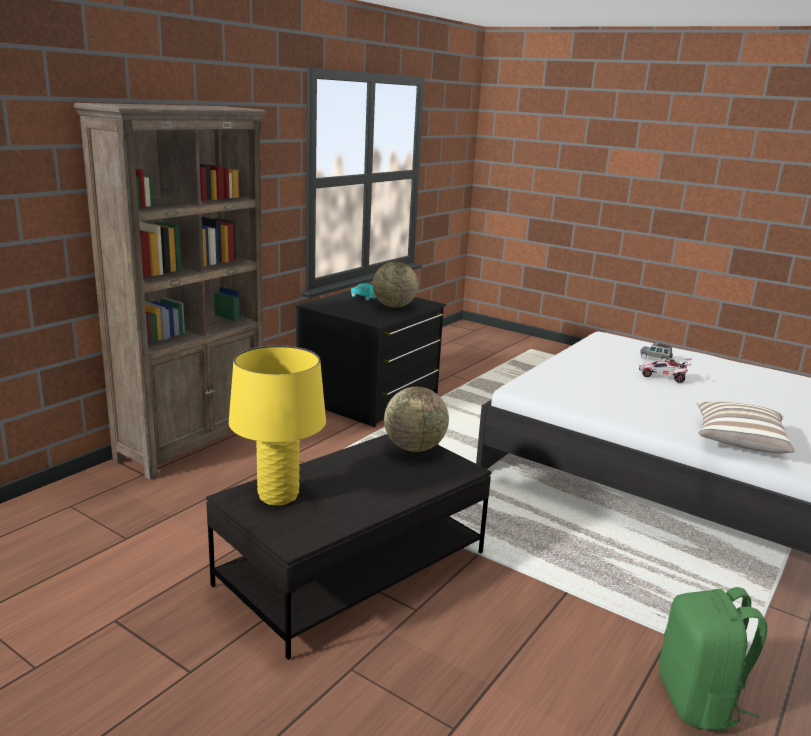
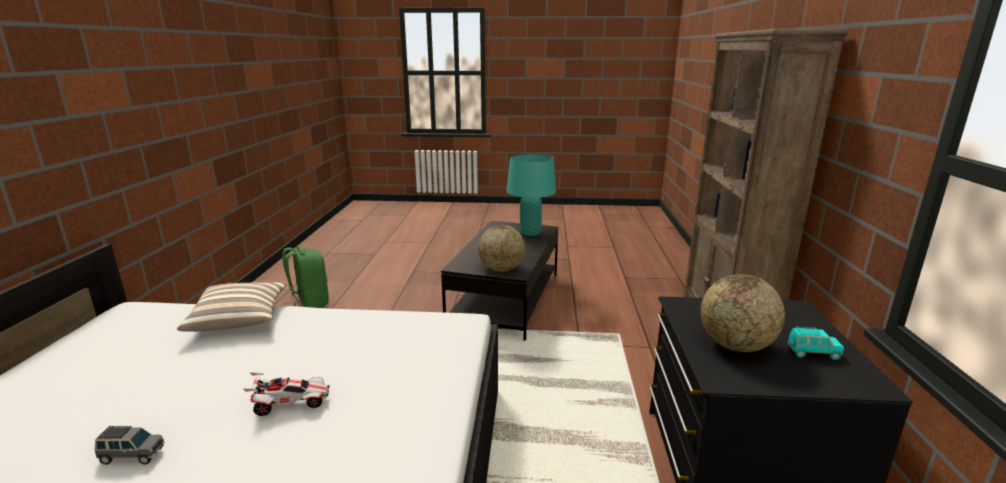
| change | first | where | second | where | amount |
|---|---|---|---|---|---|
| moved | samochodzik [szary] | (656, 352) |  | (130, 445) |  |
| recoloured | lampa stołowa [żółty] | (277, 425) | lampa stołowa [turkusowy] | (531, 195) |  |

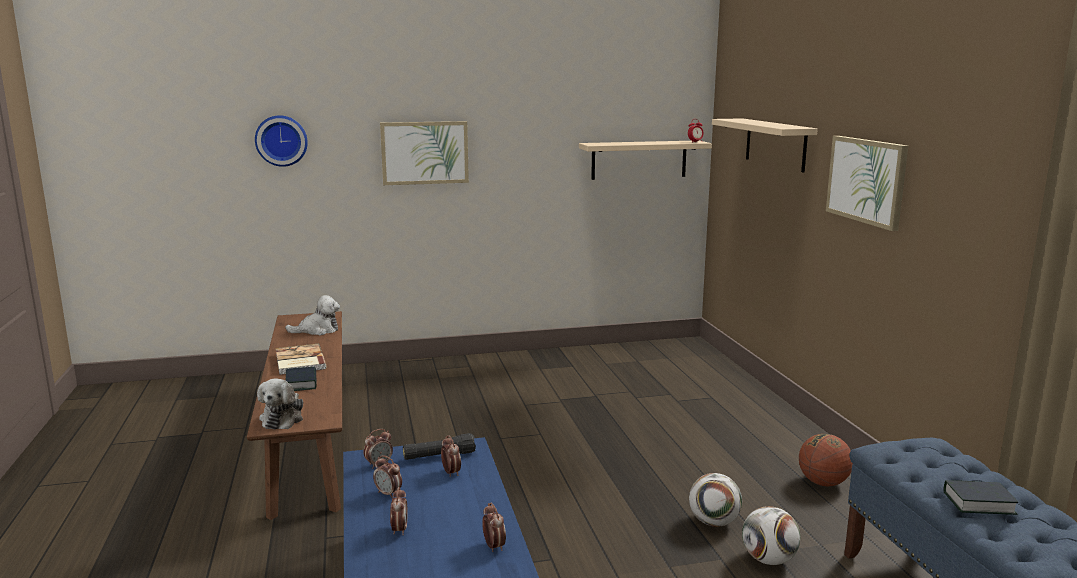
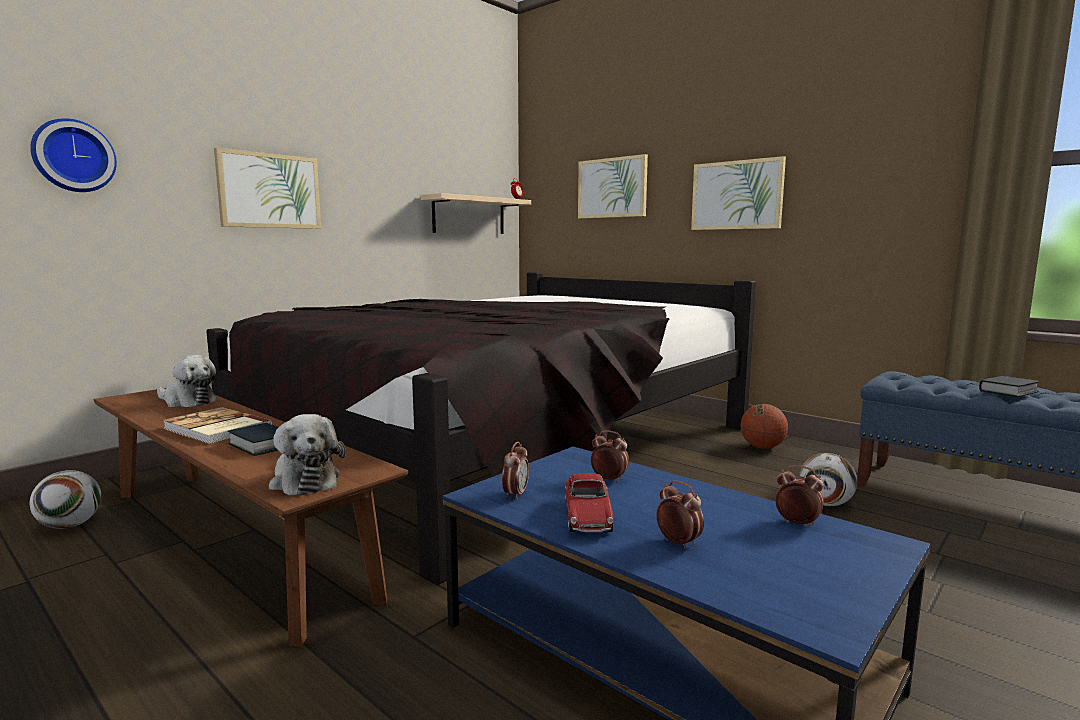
| change | first | where | second | where | amount |
|---|---|---|---|---|---|
| removed | latarka [czarny] | (439, 446) |  |  |  |
| added |  |  | łóżko [czarny] | (481, 428) |  |
| moved | piłka futbolowa | (715, 500) |  | (65, 499) |  |
| replaced | budzik | (387, 476) | samochodzik | (589, 502) |  |
| replaced | półka [beżowy] | (765, 145) | obraz | (613, 186) |  |
| turned | pluszak | (312, 315) |  | (187, 381) | 75 degrees clockwise |

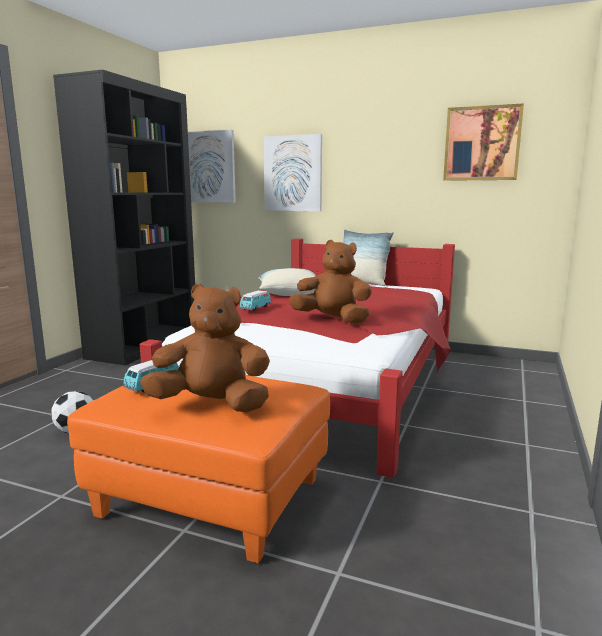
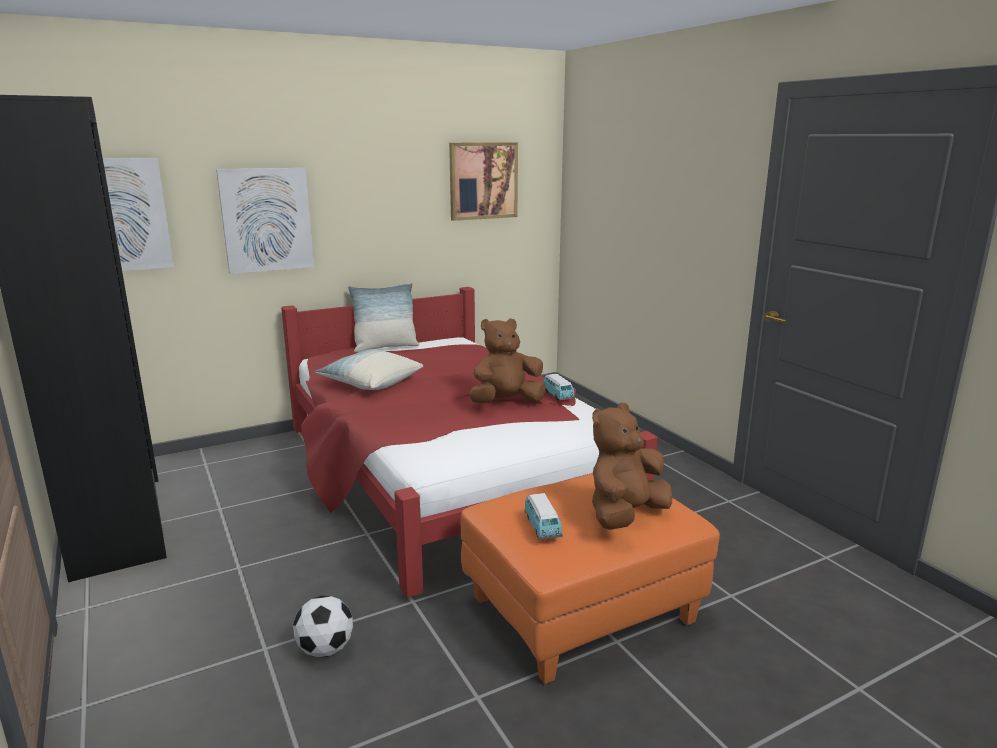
| change | first | where | second | where | amount |
|---|---|---|---|---|---|
| moved | samochodzik | (255, 300) |  | (559, 387) |  |

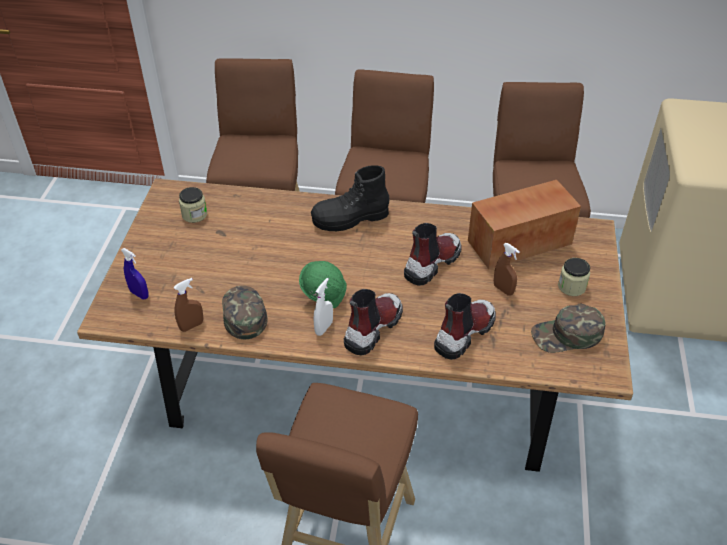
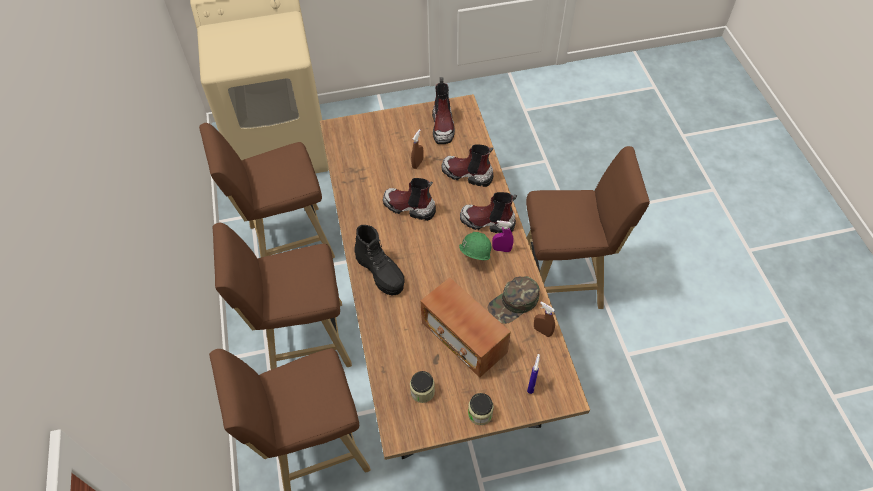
| change | first | where | second | where | amount |
|---|---|---|---|---|---|
| moved | radio | (524, 224) |  | (465, 327) |  |
| moved | słoik | (574, 277) |  | (481, 409) |  |
| replaced | czapka z daszkiem [zielony] | (568, 328) | but z cholewką | (443, 110) |  |
| recoloured | spryskiwacz [biały] | (323, 307) | spryskiwacz [fioletowy] | (503, 236) |  |

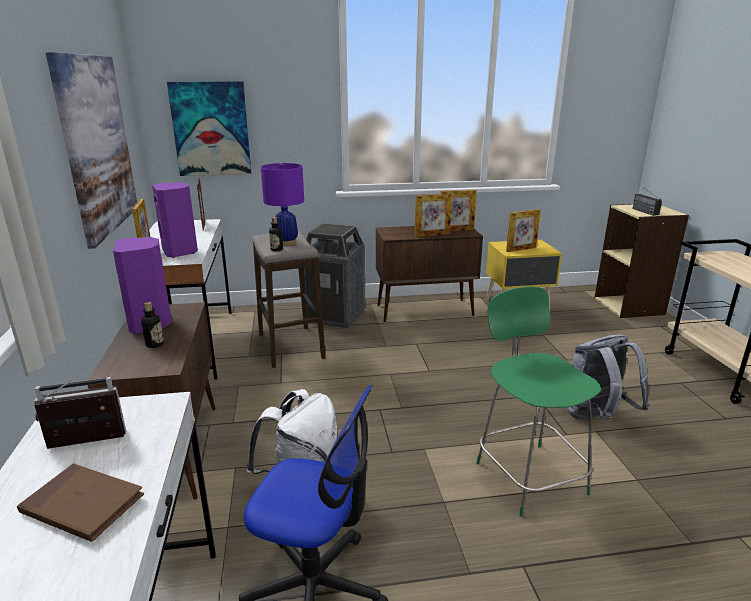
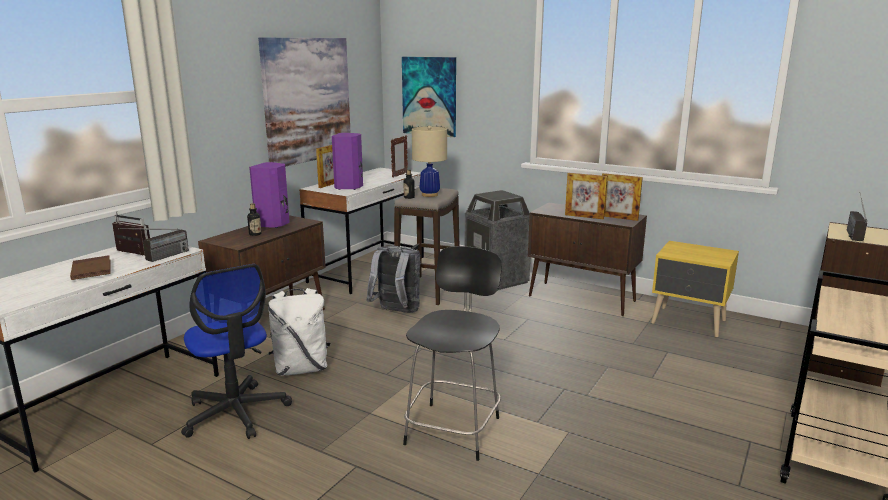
| change | first | where | second | where | amount |
|---|---|---|---|---|---|
| removed | ramka na zdjęcie | (523, 230) |  |  |  |
| added |  |  | radio | (153, 245) |  |
| moved | plecak [szary] | (608, 378) |  | (393, 279) |  |
| recoloured | lampa stołowa [fioletowy] | (282, 204) | lampa stołowa [beżowy] | (429, 161) |  |
| recoloured | krzesło [zielony] | (538, 402) | krzesło [czarny] | (452, 353) |  |

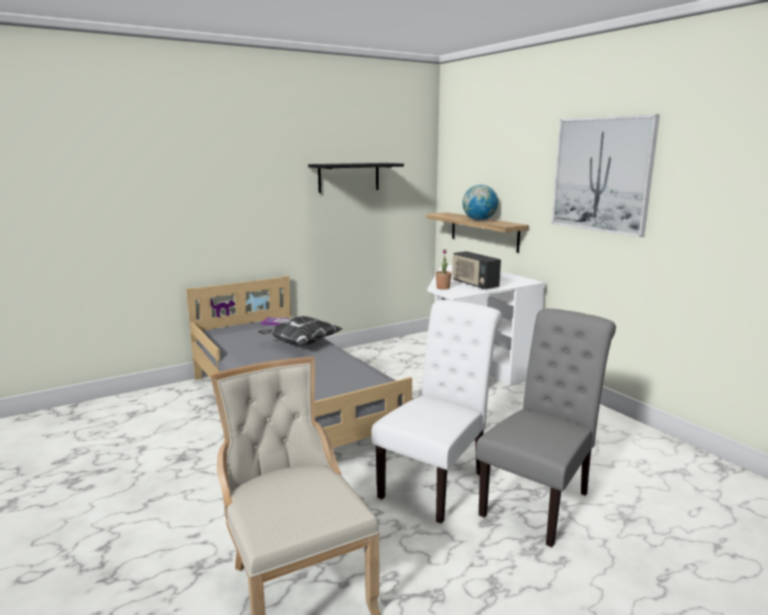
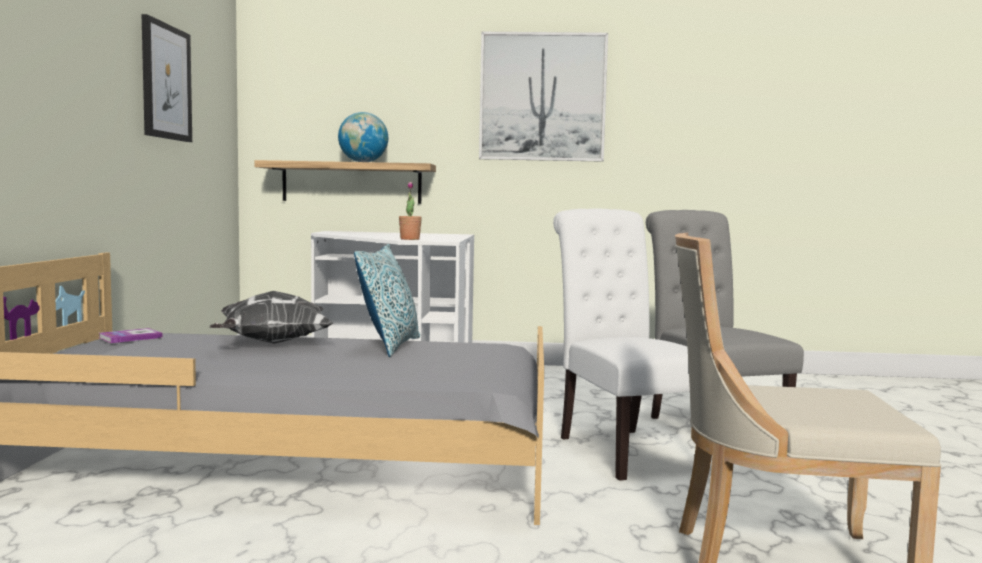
| change | first | where | second | where | amount |
|---|---|---|---|---|---|
| removed | radio | (476, 270) |  |  |  |
| added |  |  | poduszka | (387, 300) |  |
| replaced | półka [czarny] | (356, 178) | obraz | (166, 78) |  |

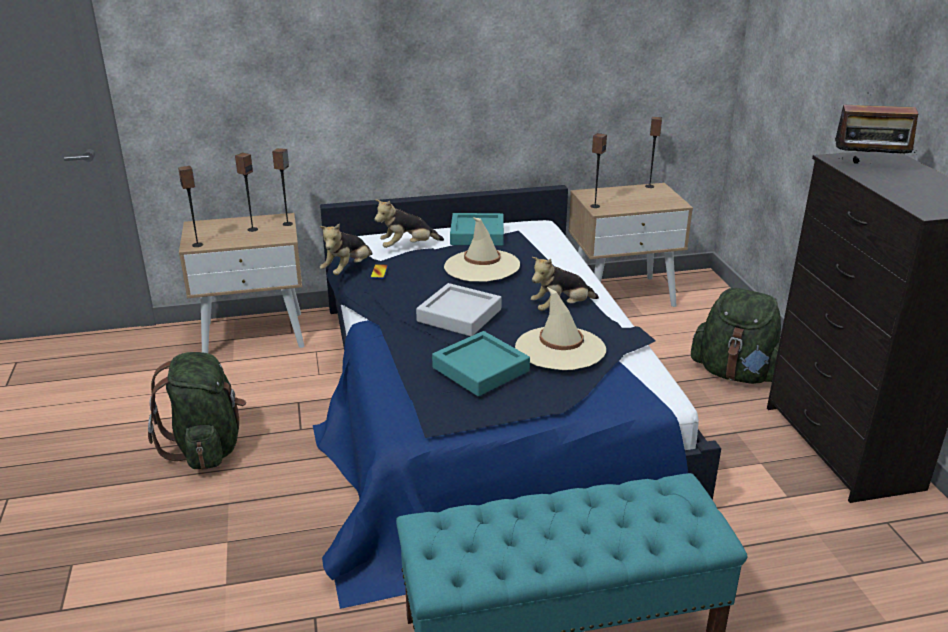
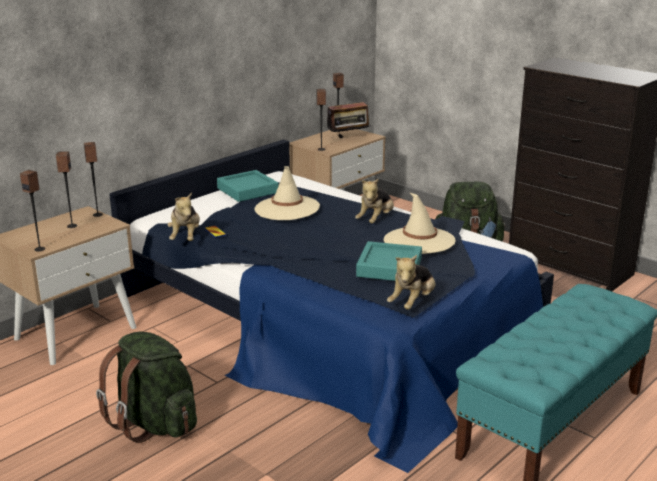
| change | first | where | second | where | amount |
|---|---|---|---|---|---|
| removed | taca [szary] | (459, 309) |  |  |  |
| moved | pluszak | (409, 223) |  | (411, 282) |  |
| moved | radio | (875, 134) |  | (349, 118) |  |

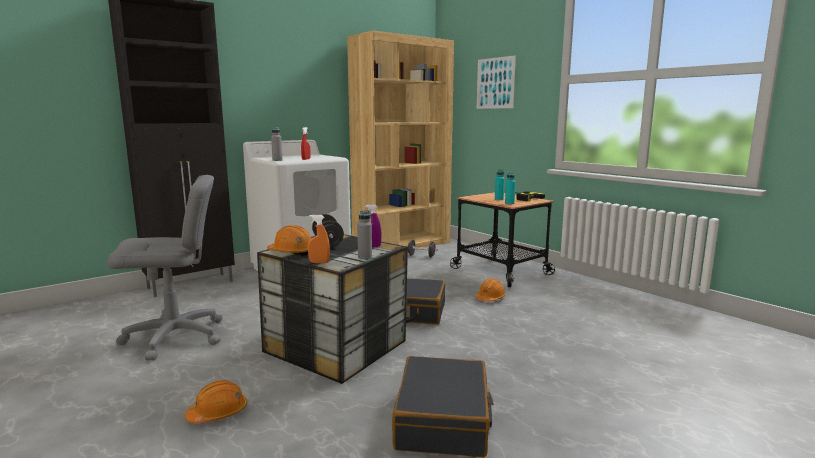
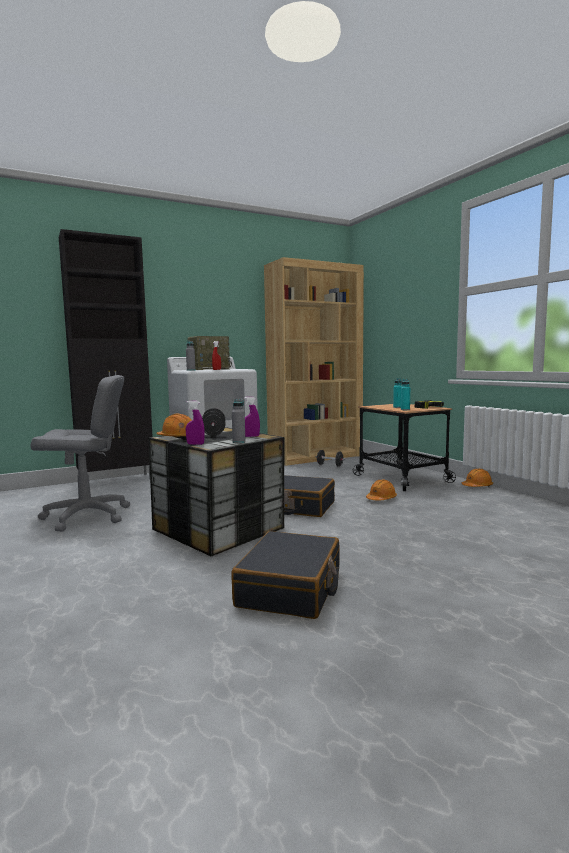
| change | first | where | second | where | amount |
|---|---|---|---|---|---|
| removed | obraz | (496, 82) |  |  |  |
| added |  |  | radio | (209, 353) |  |
| moved | kask [pomarańczowy] | (216, 401) |  | (477, 478) |  |
| recoloured | spryskiwacz [pomarańczowy] | (319, 239) | spryskiwacz [fioletowy] | (195, 423) |  |

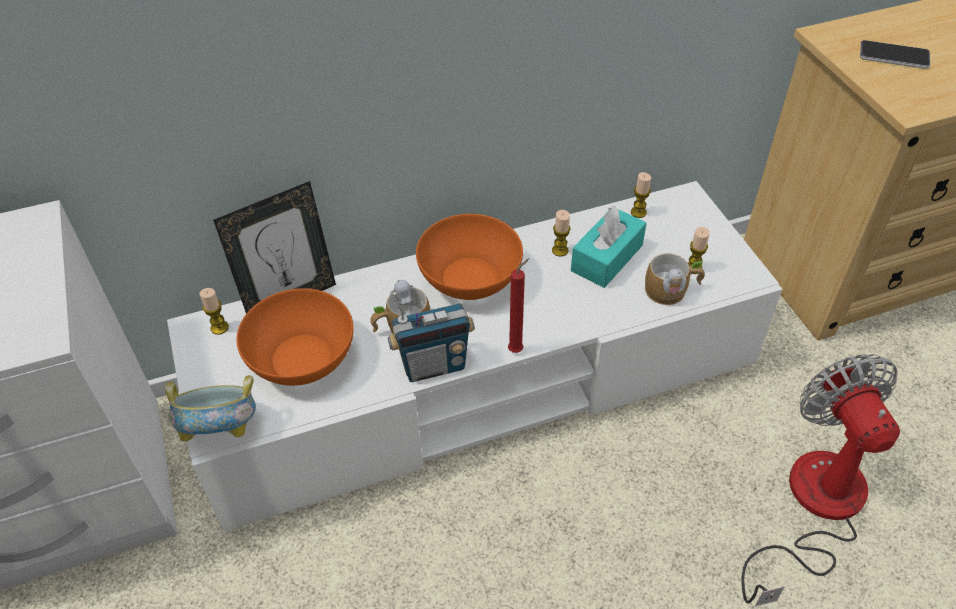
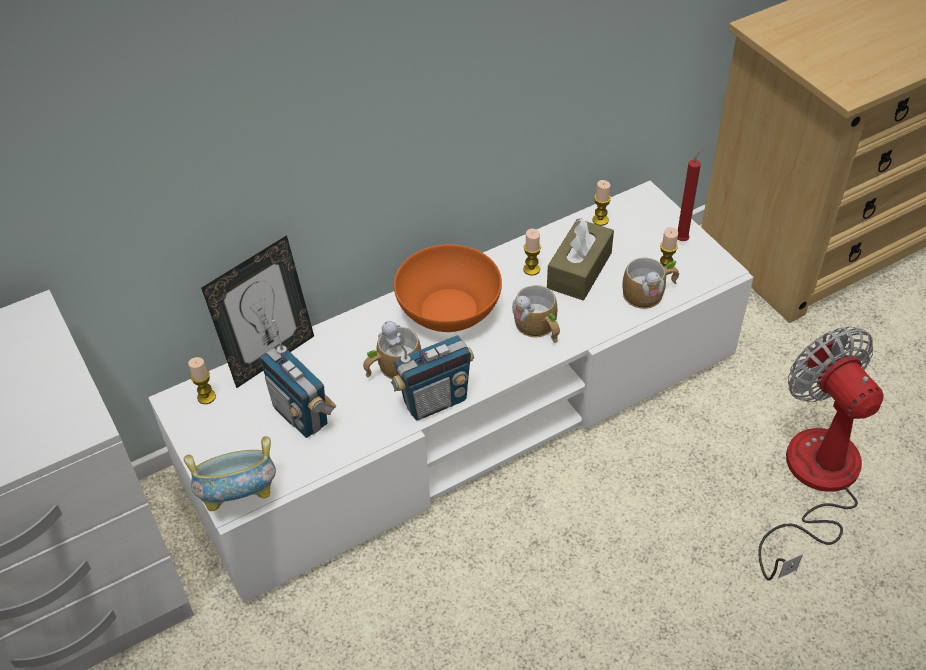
| change | first | where | second | where | amount |
|---|---|---|---|---|---|
| removed | telefon | (895, 54) |  |  |  |
| added |  |  | kubek | (536, 314) |  |
| moved | świeca [czerwony] | (518, 305) |  | (690, 194) |  |
| replaced | miska [pomarańczowy] | (295, 337) | radio | (298, 379) |  |
| recoloured | pudełko chusteczek [turkusowy] | (609, 247) | pudełko chusteczek [brązowy] | (580, 259) |  |

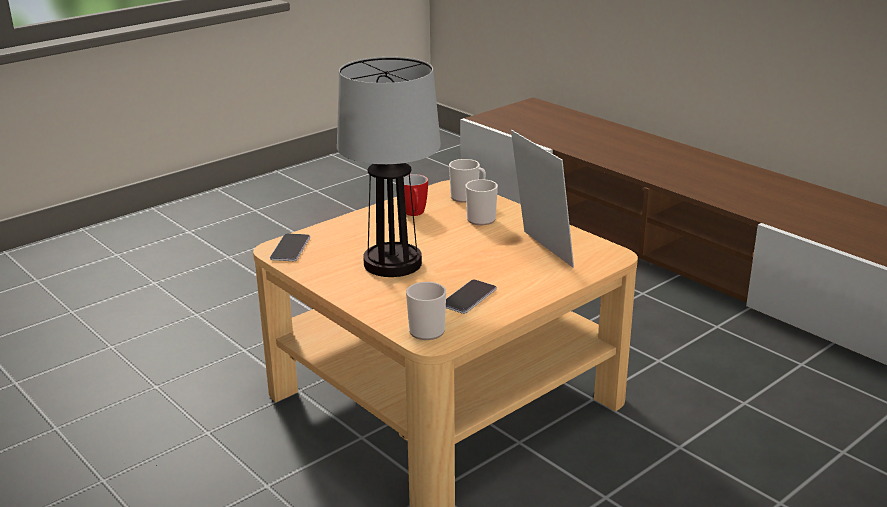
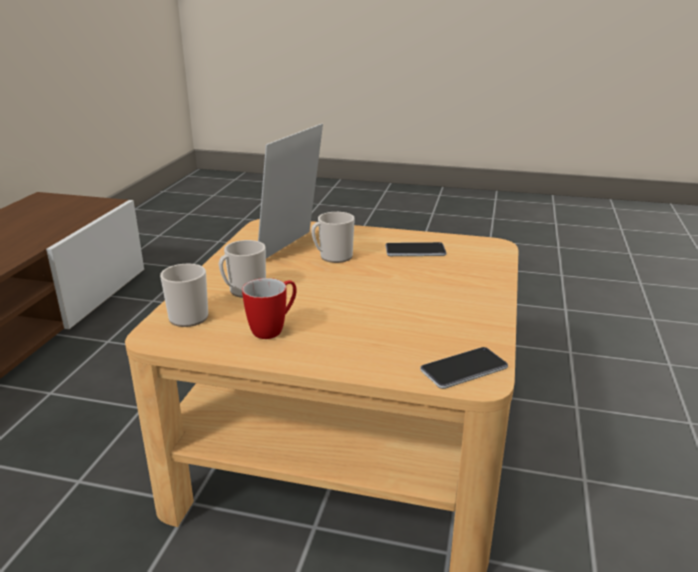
| change | first | where | second | where | amount |
|---|---|---|---|---|---|
| removed | lampa stołowa | (389, 167) |  |  |  |
| moved | kubek | (426, 311) |  | (333, 237) |  |

